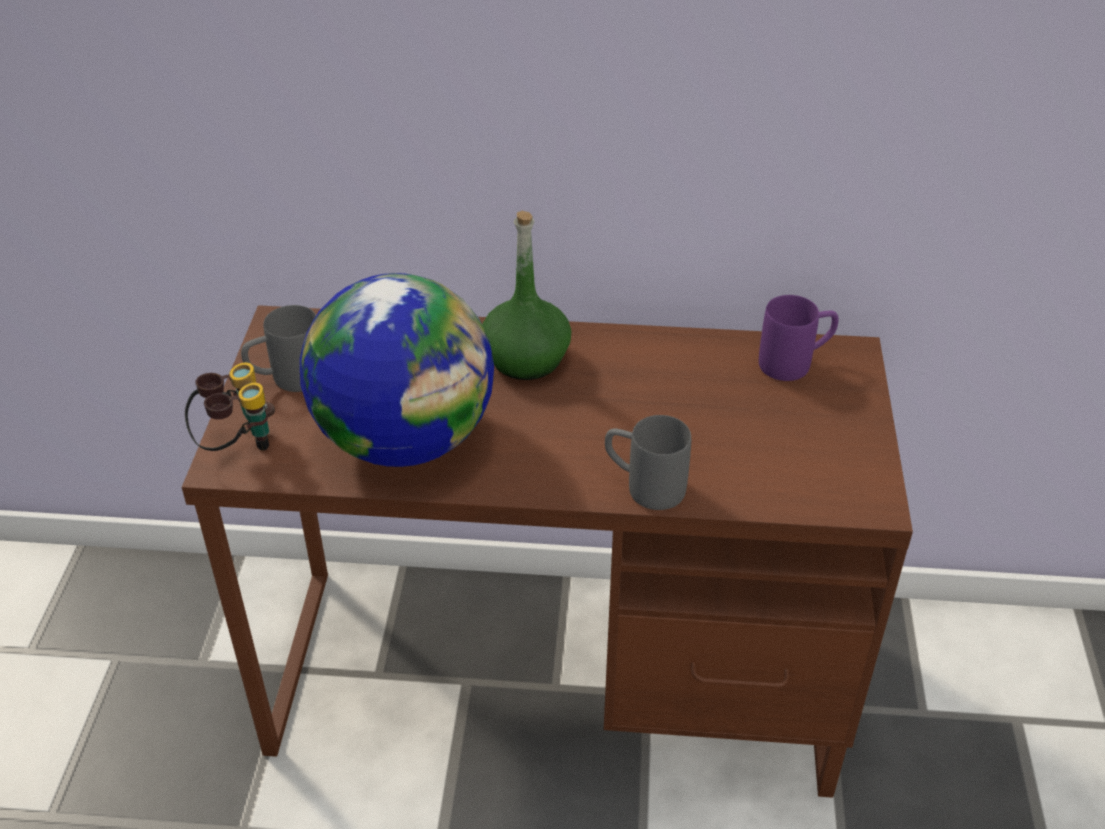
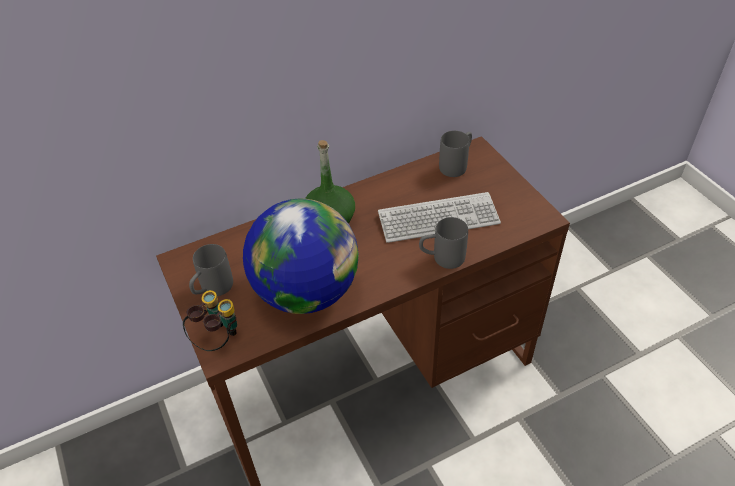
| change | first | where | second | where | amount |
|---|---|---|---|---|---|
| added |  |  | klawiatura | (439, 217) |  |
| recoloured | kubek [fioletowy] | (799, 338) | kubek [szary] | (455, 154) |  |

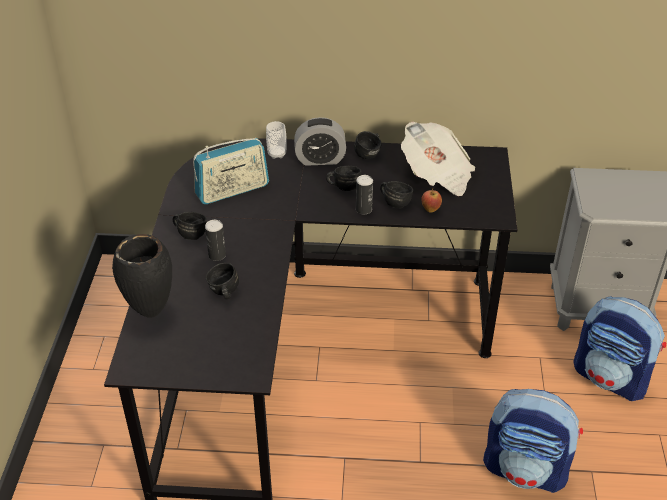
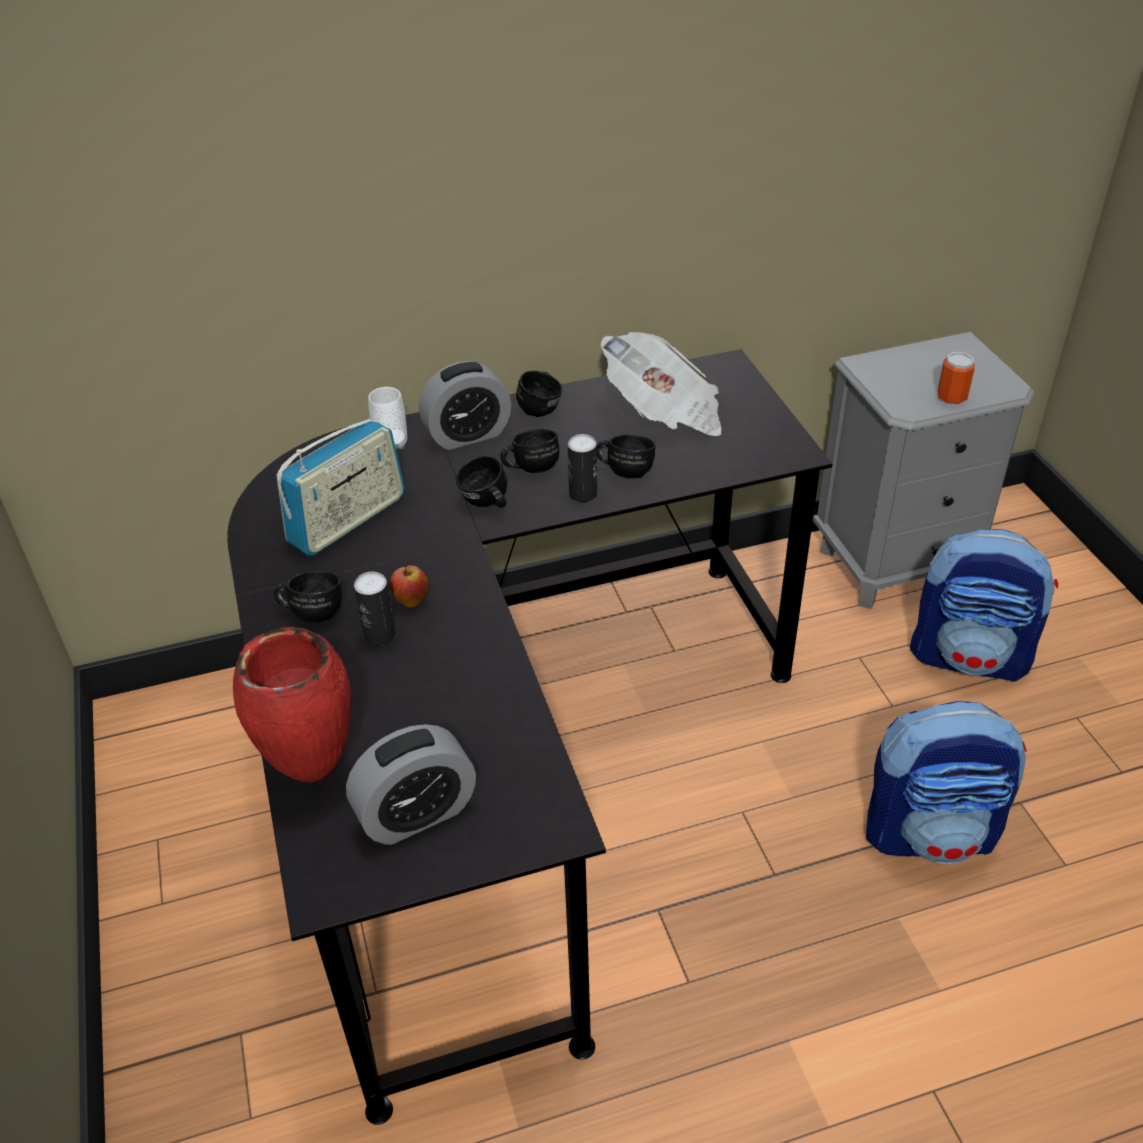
| change | first | where | second | where | amount |
|---|---|---|---|---|---|
| added |  |  | budzik | (411, 784) |  |
| added |  |  | puszka | (956, 378) |  |
| moved | kubek [czarny] | (222, 281) |  | (481, 481) |  |
| moved | jabłko | (431, 200) |  | (409, 585) |  |
| recoloured | wazon [czarny] | (142, 276) | wazon [czerwony] | (292, 705) |  |

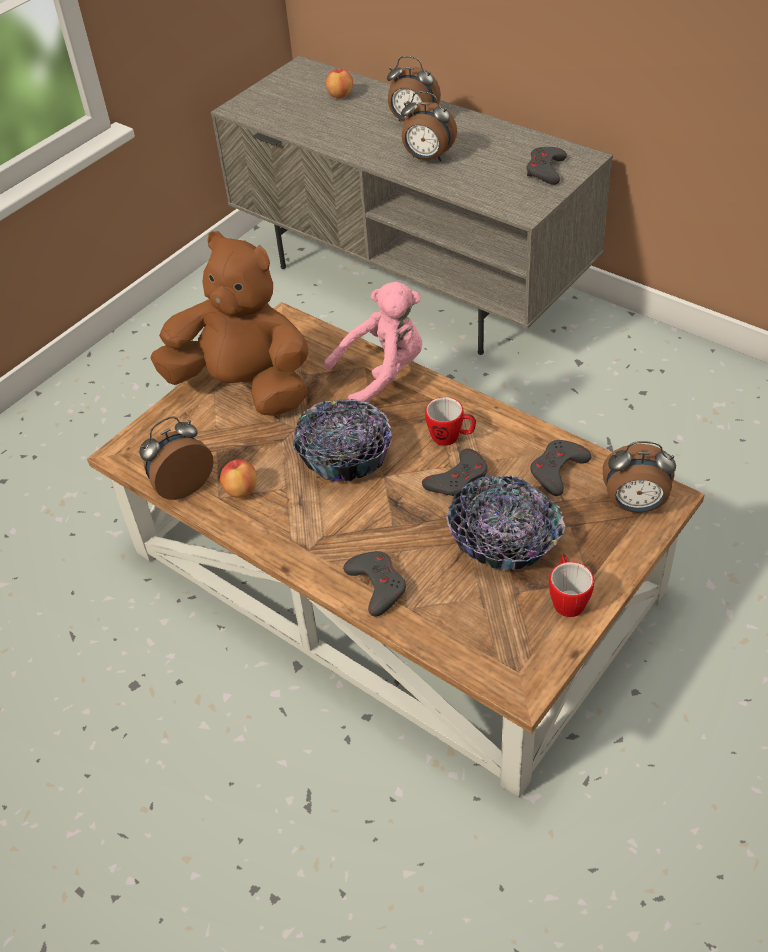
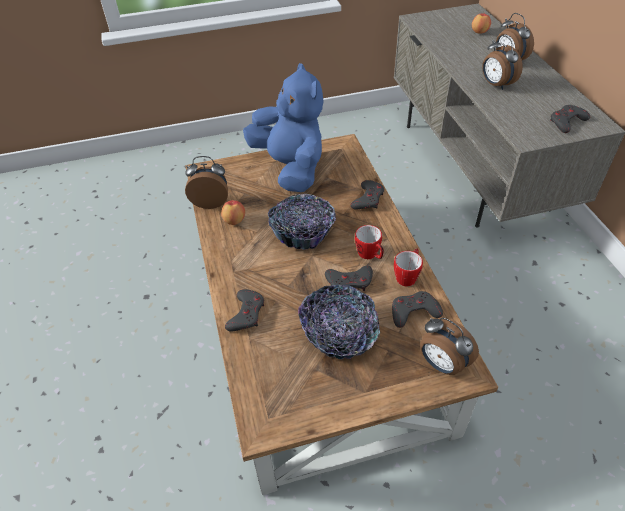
| change | first | where | second | where | amount |
|---|---|---|---|---|---|
| moved | kubek | (571, 585) |  | (408, 268) |  |
| replaced | pluszak [różowy] | (373, 341) | pad do gier [szary] | (367, 195) |  |
| recoloured | pluszak [brązowy] | (229, 323) | pluszak [niebieski] | (283, 127) |  |

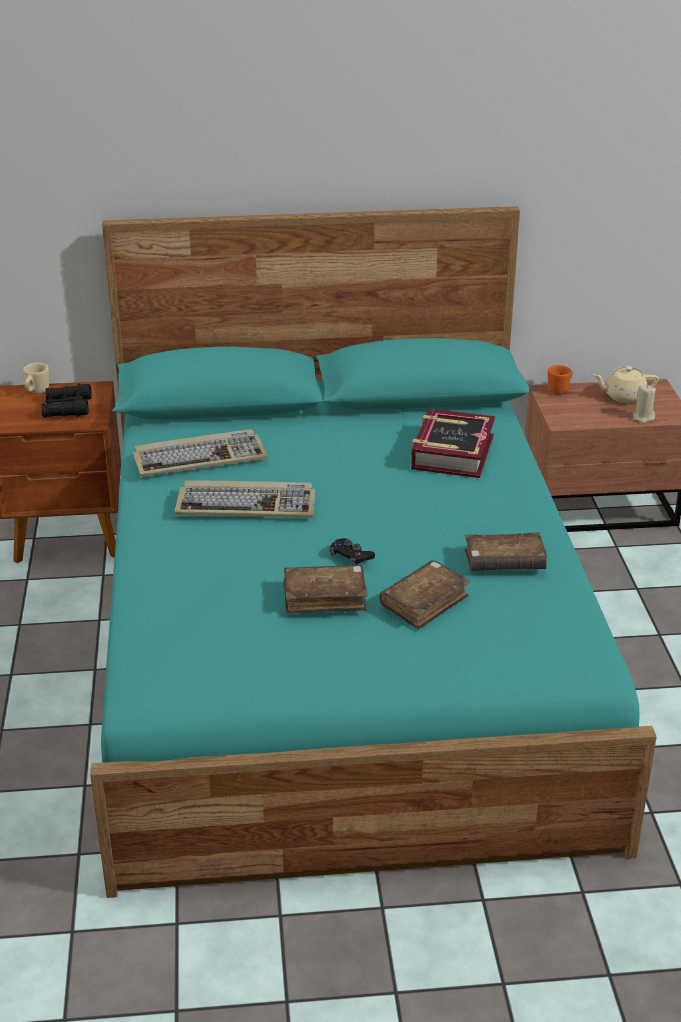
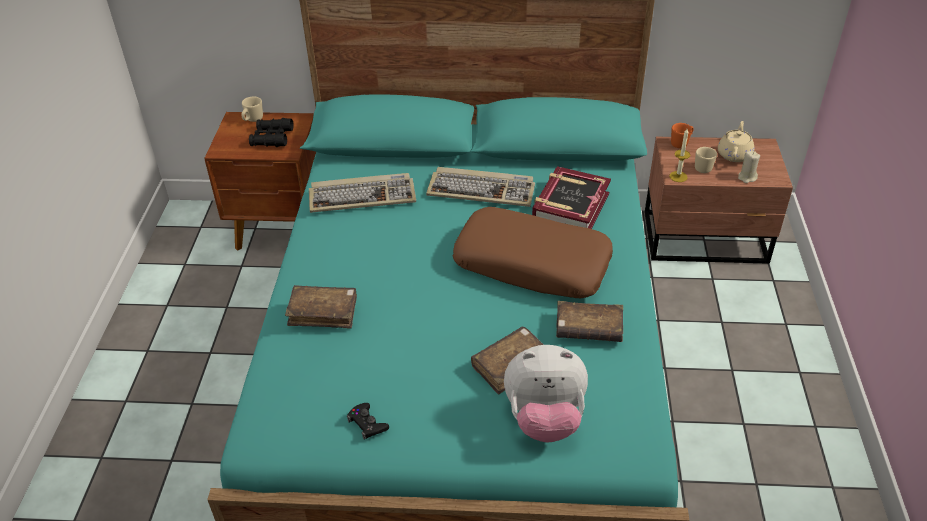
| change | first | where | second | where | amount |
|---|---|---|---|---|---|
| added |  |  | poduszka [brązowy] | (533, 252) |  |
| added |  |  | pluszak | (546, 394) |  |
| added |  |  | świeca | (679, 155) |  |
| added |  |  | kubek [beżowy] | (706, 160) |  |
| moved | klawiatura | (245, 499) |  | (480, 187) |  |
| moved | książka [brązowy] | (325, 589) |  | (321, 307) |  |
| moved | pad do gier [czarny] | (352, 551) |  | (368, 421) |  |
| turned | imbryk [beżowy] | (626, 384) |  | (736, 141) | 105 degrees clockwise |

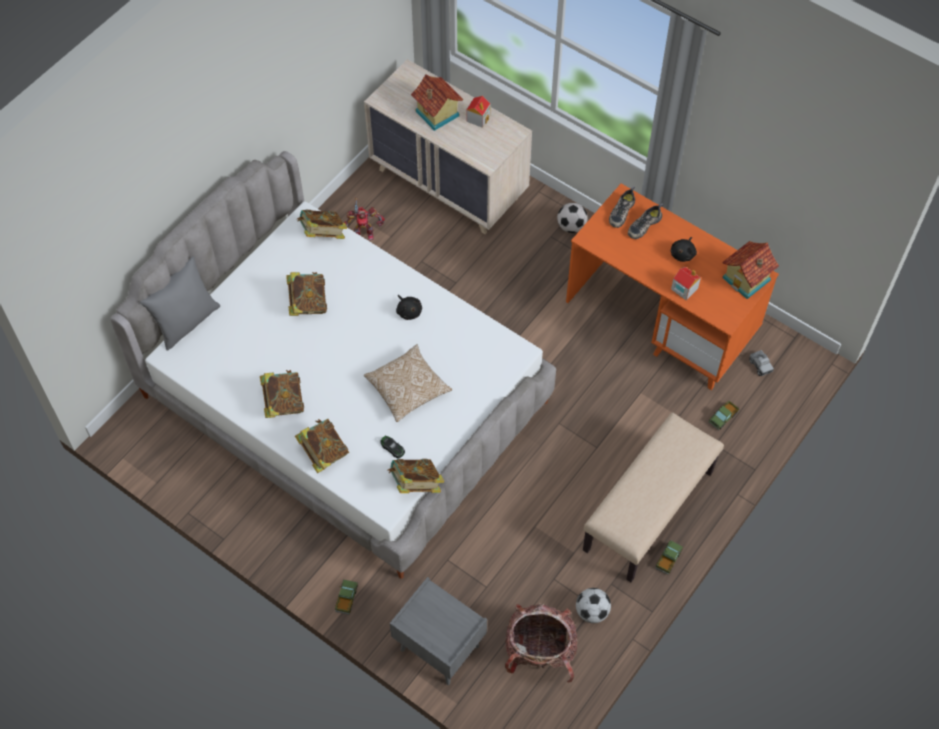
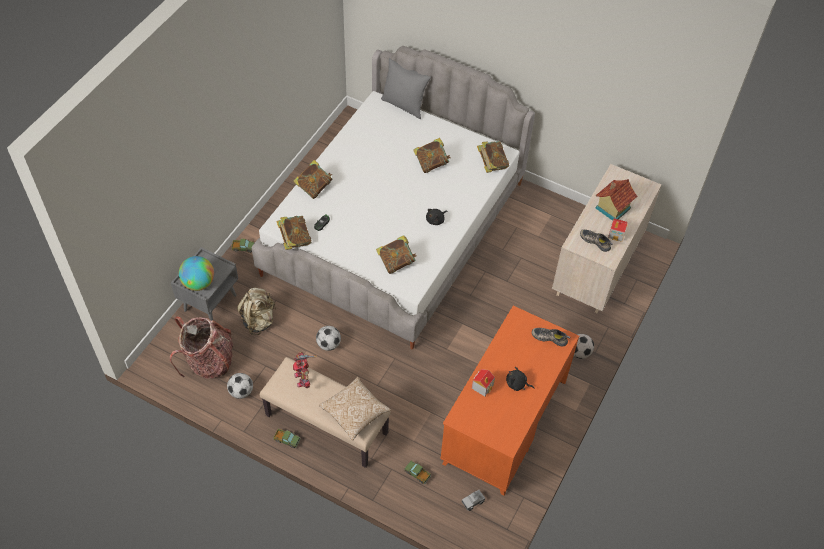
| change | first | where | second | where | amount |
|---|---|---|---|---|---|
| removed | domek | (750, 270) |  |  |  |
| added |  |  | globus | (196, 273) |  |
| added |  |  | plecak [beżowy] | (256, 311) |  |
| added |  |  | piłka futbolowa | (328, 338) |  |
| moved | książka | (282, 394) |  | (396, 254) |  |
| moved | robot zabawkowy | (364, 219) |  | (305, 370) |  |
| moved | poduszka | (408, 383) |  | (355, 409) |  |
| moved | but | (646, 221) |  | (596, 240) |  |

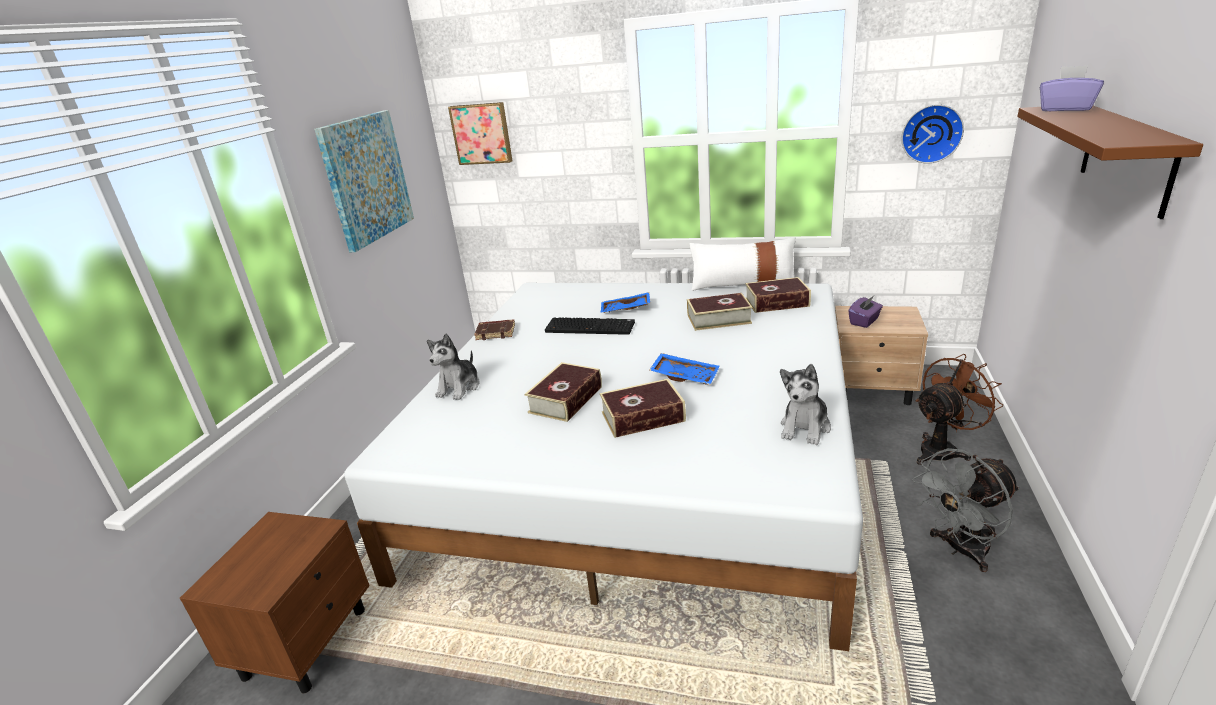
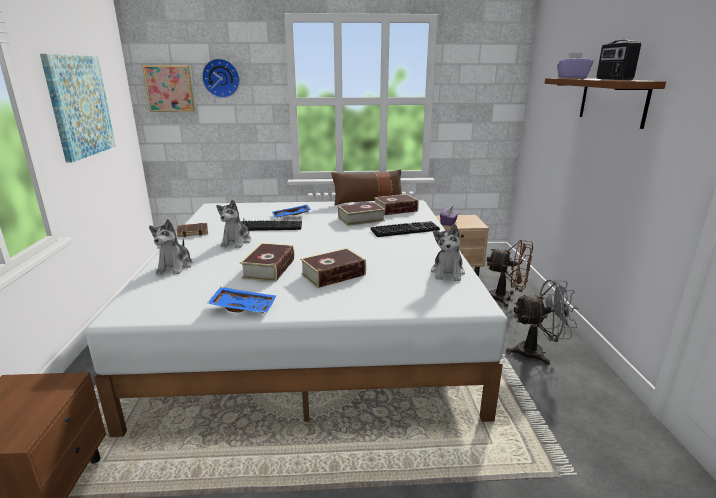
| change | first | where | second | where | amount |
|---|---|---|---|---|---|
| added |  |  | pluszak | (234, 224) |  |
| added |  |  | klawiatura | (405, 229) |  |
| added |  |  | radio | (618, 60) |  |
| moved | taca [niebieski] | (684, 369) |  | (241, 300) |  |
| moved | zegar ścienny | (932, 134) |  | (221, 78) |  |
| recoloured | poduszka [biały] | (742, 264) | poduszka [brązowy] | (366, 187) |  |
| turned | wentylator [szary] | (966, 510) |  | (542, 323) | 135 degrees counterclockwise |
| turned | wentylator [brązowy] | (959, 409) |  | (510, 273) | 75 degrees clockwise |

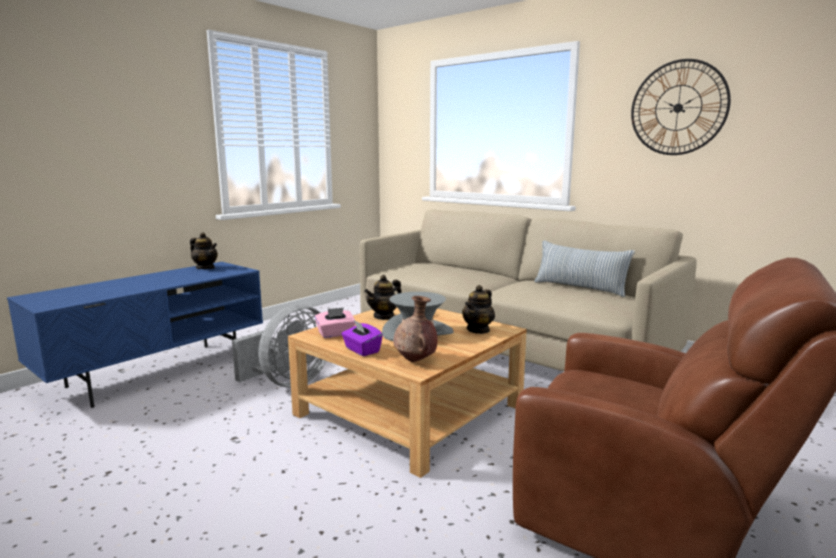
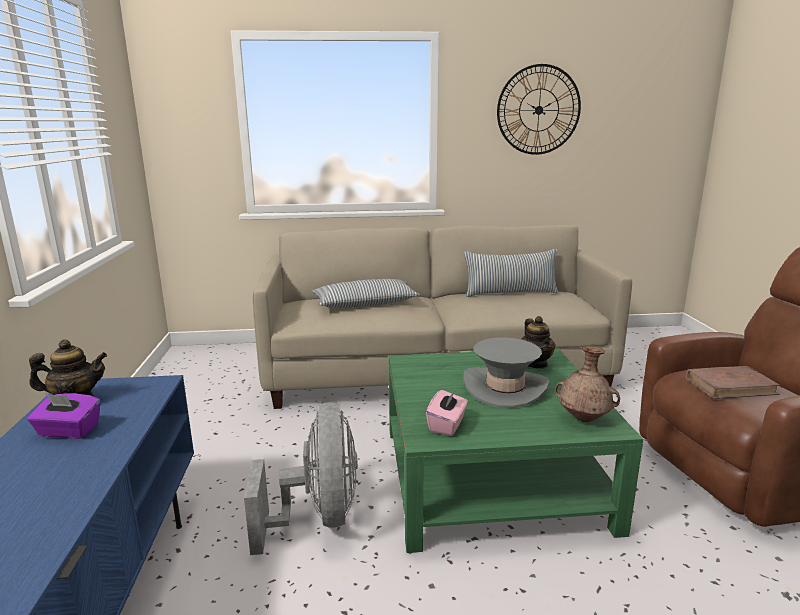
| change | first | where | second | where | amount |
|---|---|---|---|---|---|
| removed | imbryk | (383, 297) |  |  |  |
| added |  |  | poduszka | (366, 293) |  |
| added |  |  | książka [brązowy] | (733, 382) |  |
| moved | pudełko chusteczek [fioletowy] | (362, 338) |  | (63, 416) |  |
| recoloured | ława [beżowy] | (407, 392) | ława [zielony] | (516, 450) |  |

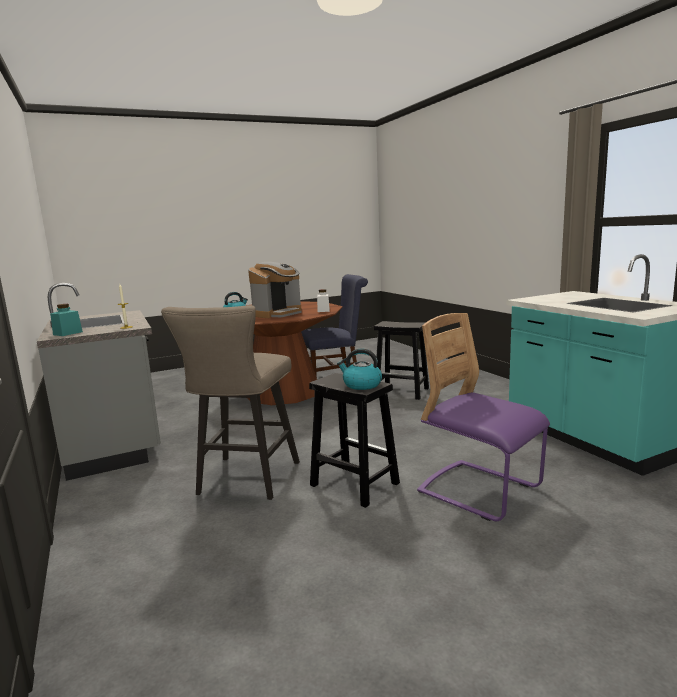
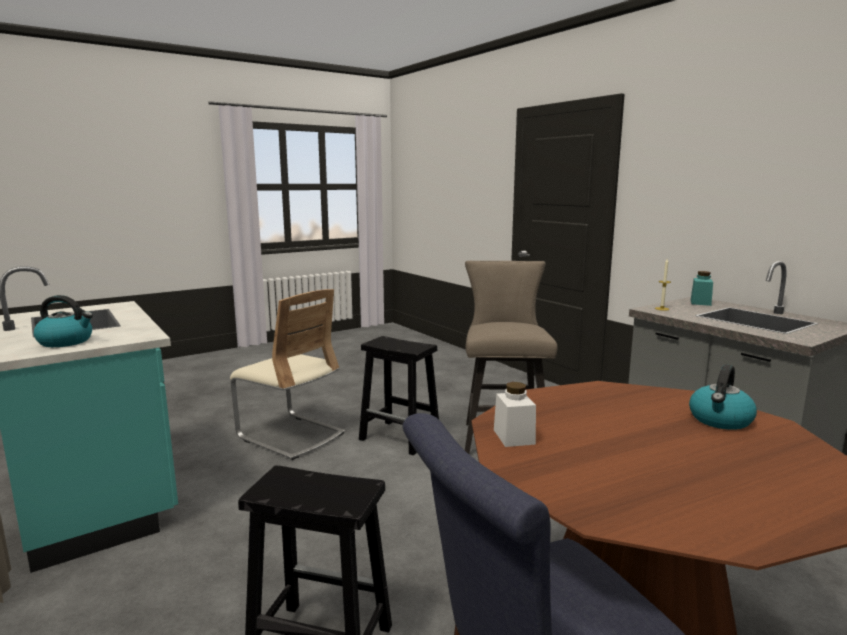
| change | first | where | second | where | amount |
|---|---|---|---|---|---|
| removed | ekspres do kawy | (275, 290) |  |  |  |
| moved | czajnik | (359, 369) |  | (63, 321) |  |
| recoloured | krzesło [fioletowy] | (483, 417) | krzesło [beżowy] | (287, 374) |  |

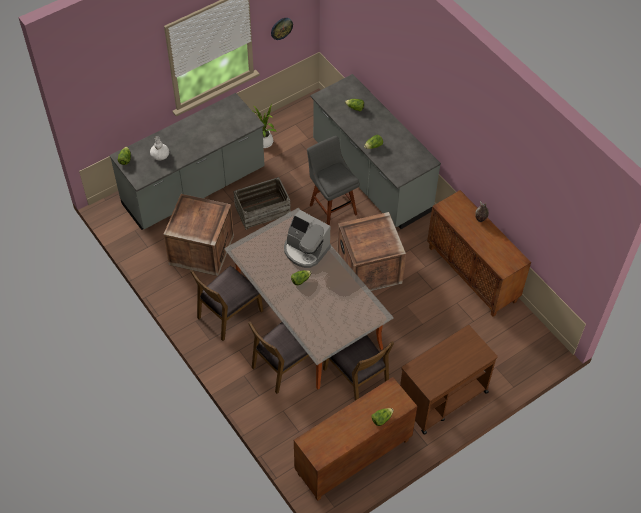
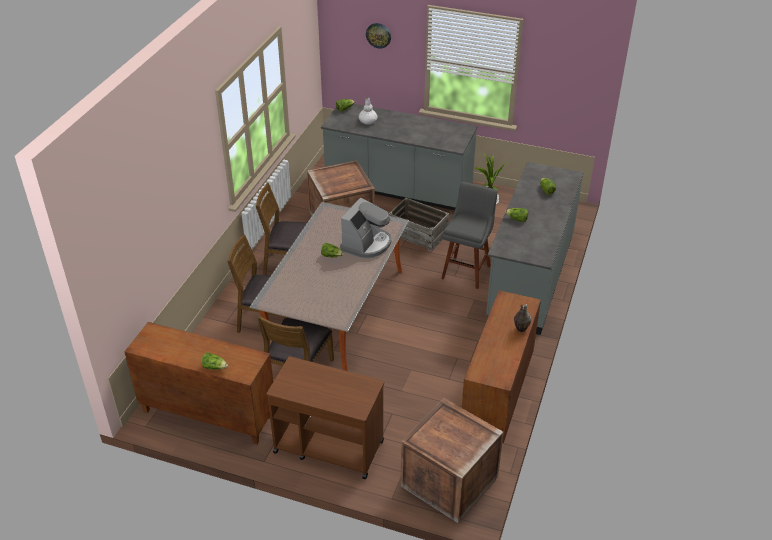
| change | first | where | second | where | amount |
|---|---|---|---|---|---|
| moved | zegar ścienny | (282, 29) |  | (378, 36) |  |
| moved | skrzynka | (371, 251) |  | (452, 460) |  |
| turned | ekspres do kawy | (307, 239) |  | (366, 227) | 150 degrees counterclockwise |

